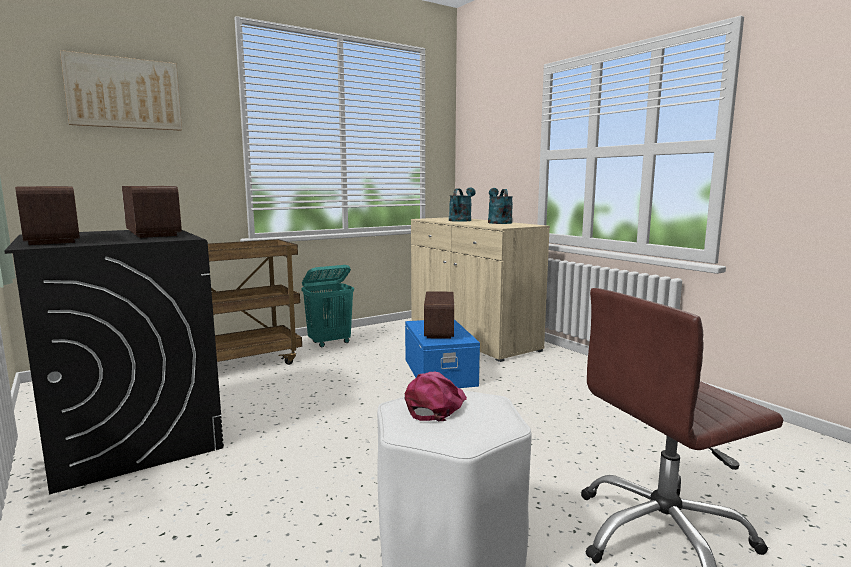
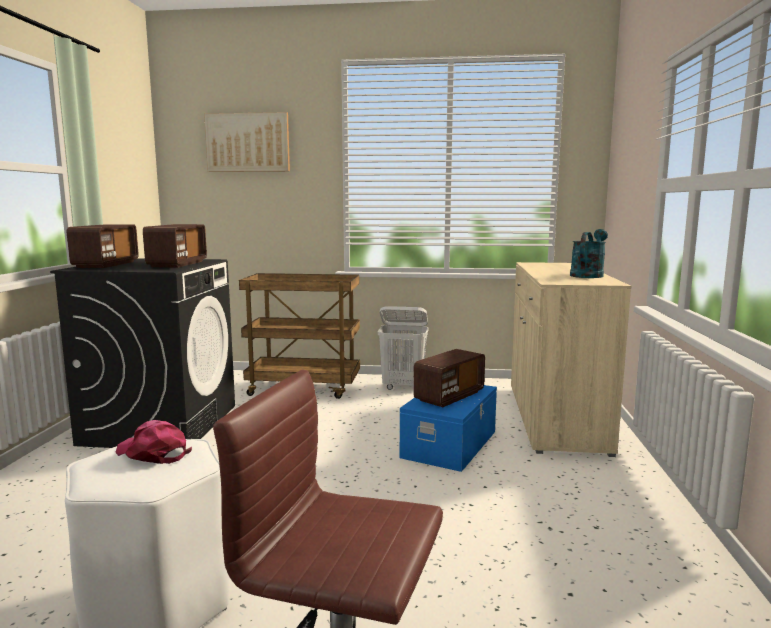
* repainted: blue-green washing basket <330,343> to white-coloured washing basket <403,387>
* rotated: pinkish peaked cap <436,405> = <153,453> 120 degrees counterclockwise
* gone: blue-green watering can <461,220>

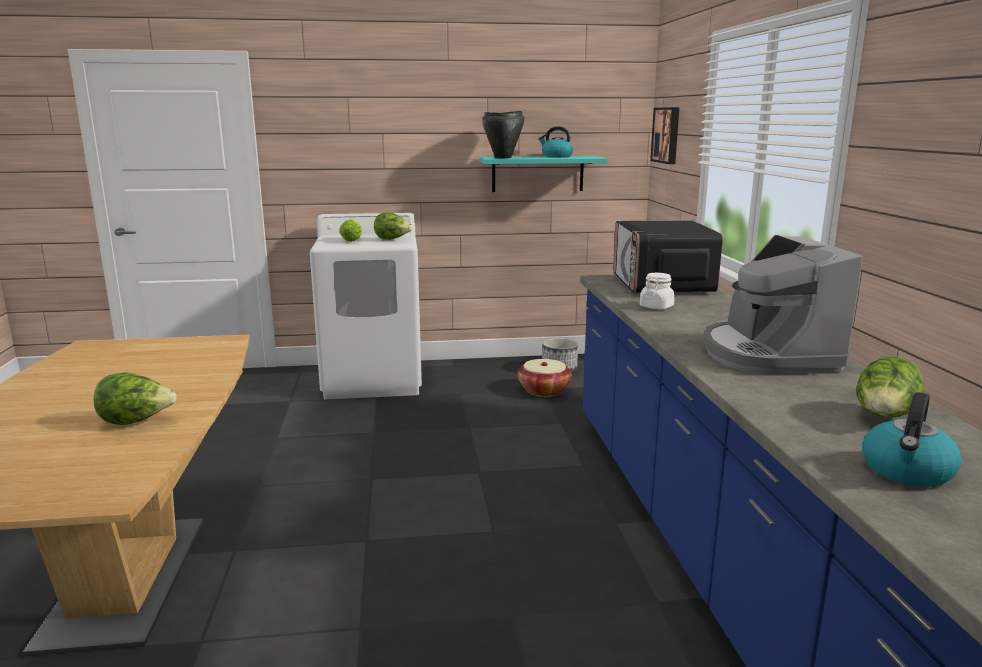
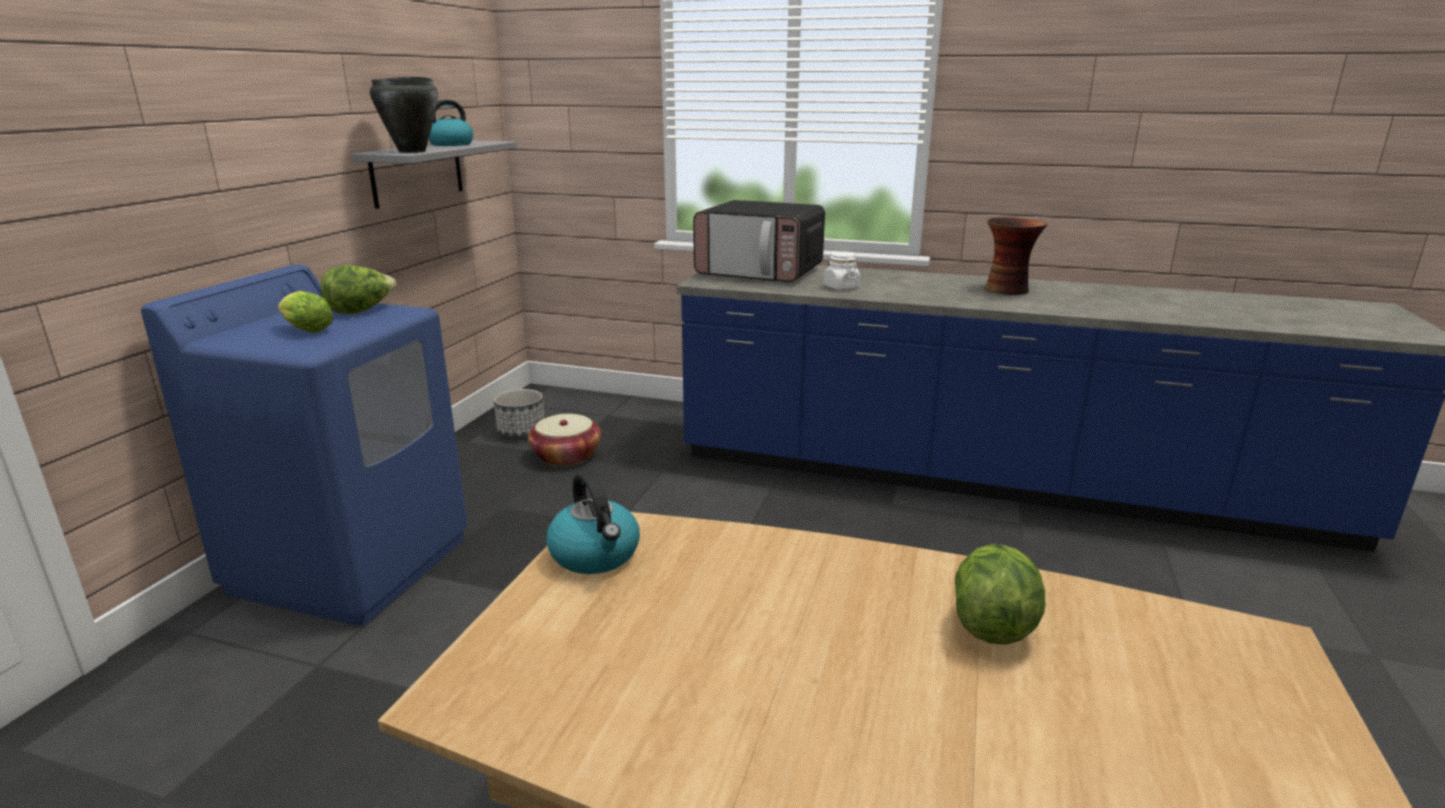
* repainted: white-coloured laundry machine <374,380> to blue-coloured laundry machine <352,563>
* repainted: blue-green bracket shelf <537,174> to gray bracket shelf <417,173>
* gone: wall picture <667,135>
* swapped: coffee machine <767,354> to vase <1008,290>
* gone: lettuce head <884,418>
* shifted: water kettle <907,471> to <596,555>

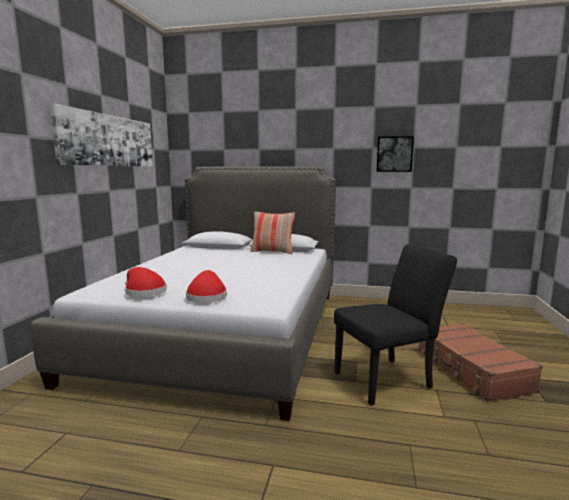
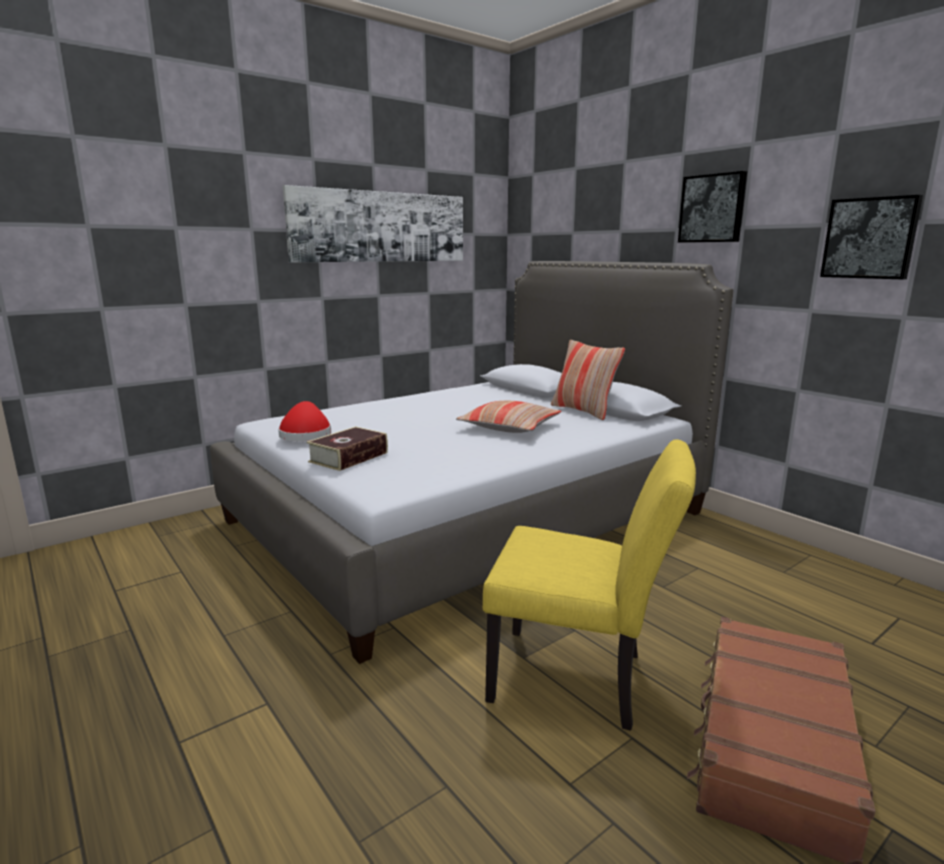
* swapped: red-coloured hat <207,296> to volume <349,457>
* repainted: black upright chair <389,379> to yellow upright chair <580,679>
* new: cushion <509,427>
* new: wall picture <712,208>

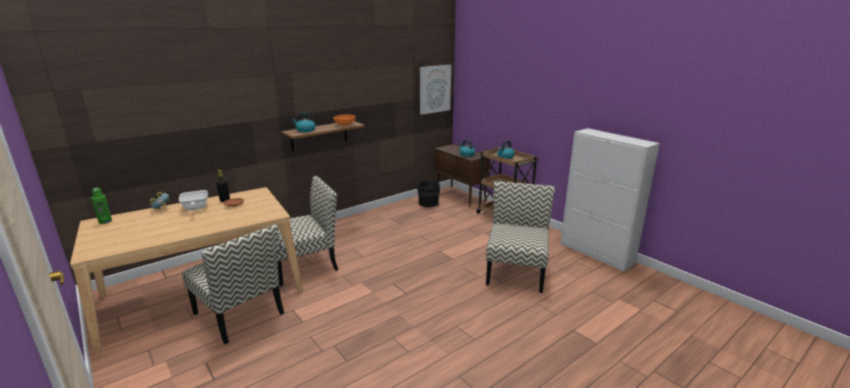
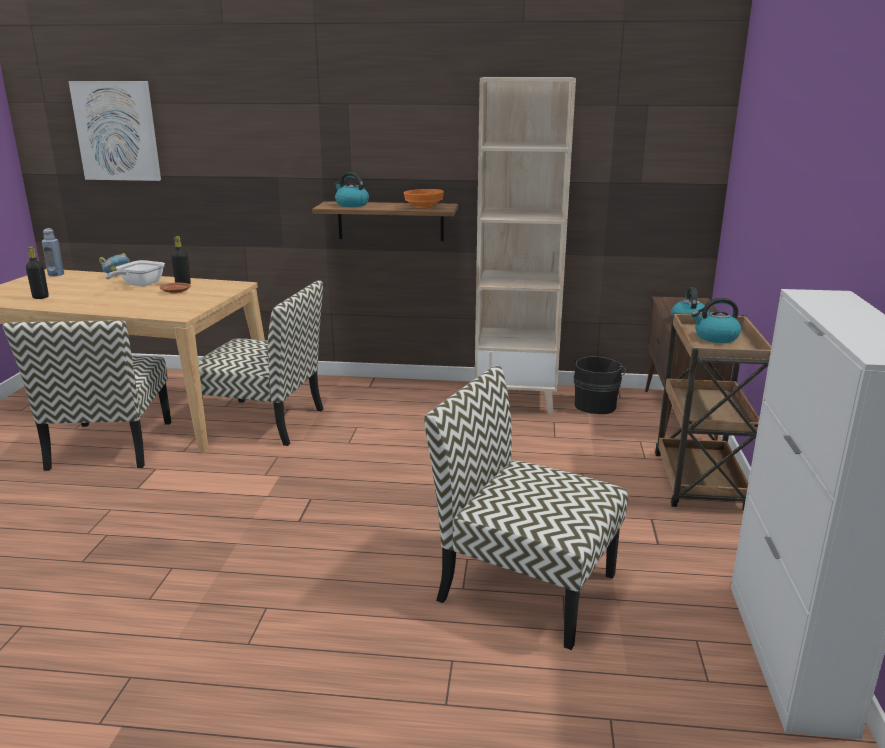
* repainted: greenish drink bottle <105,221> to blue-coloured drink bottle <56,274>
* shifted: wall picture <434,89> to <117,131>
* rotated: upright chair <515,272> = <524,586> 120 degrees counterclockwise
* new: black drink bottle <40,297>
* new: sand-coloured bookshelf <516,399>

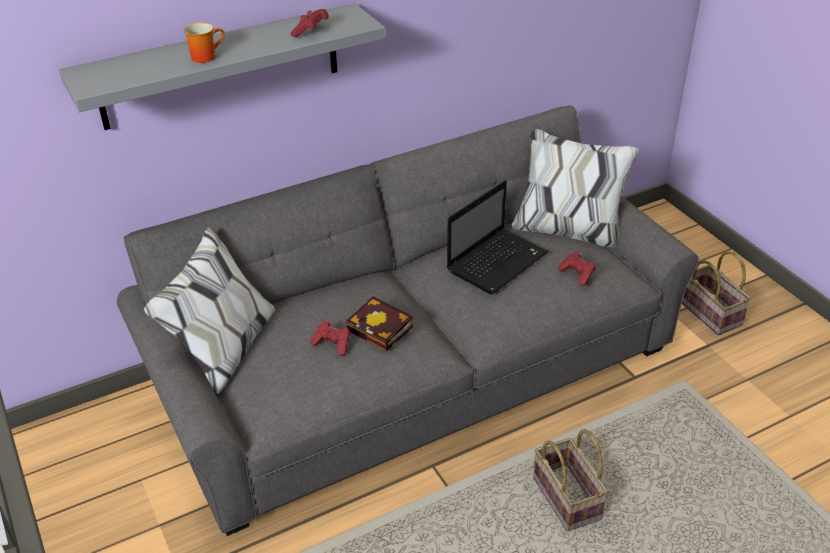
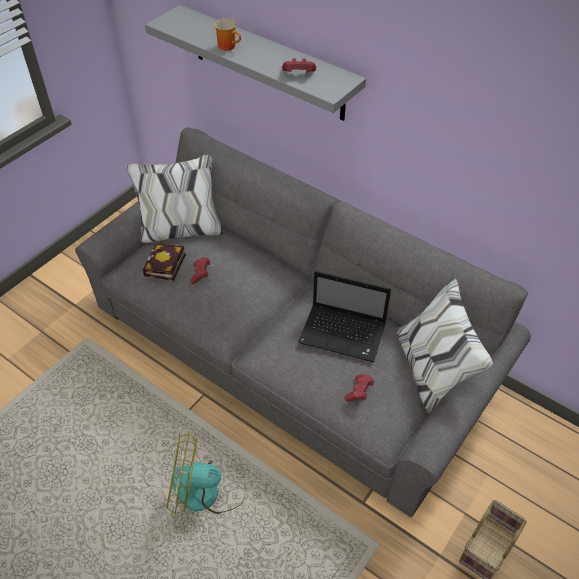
* shifted: volume <382,329> to <165,266>
* swapped: basket <569,499> to cooling fan <207,489>

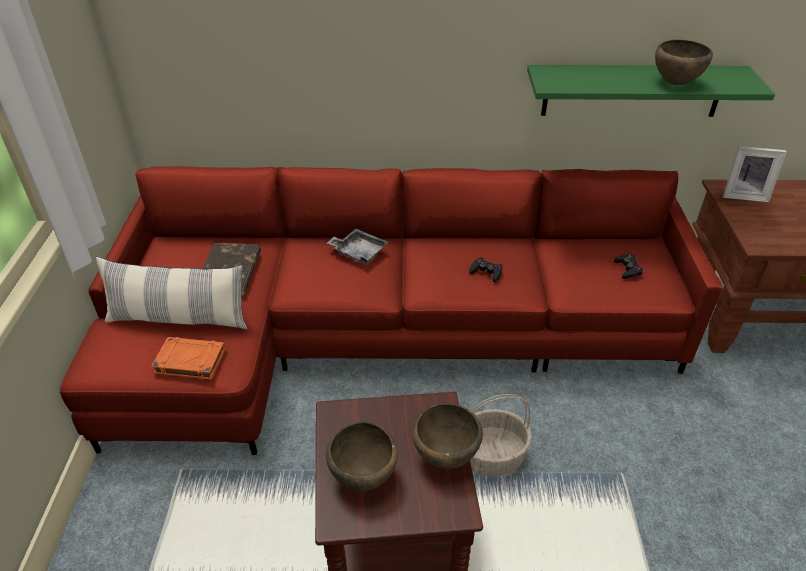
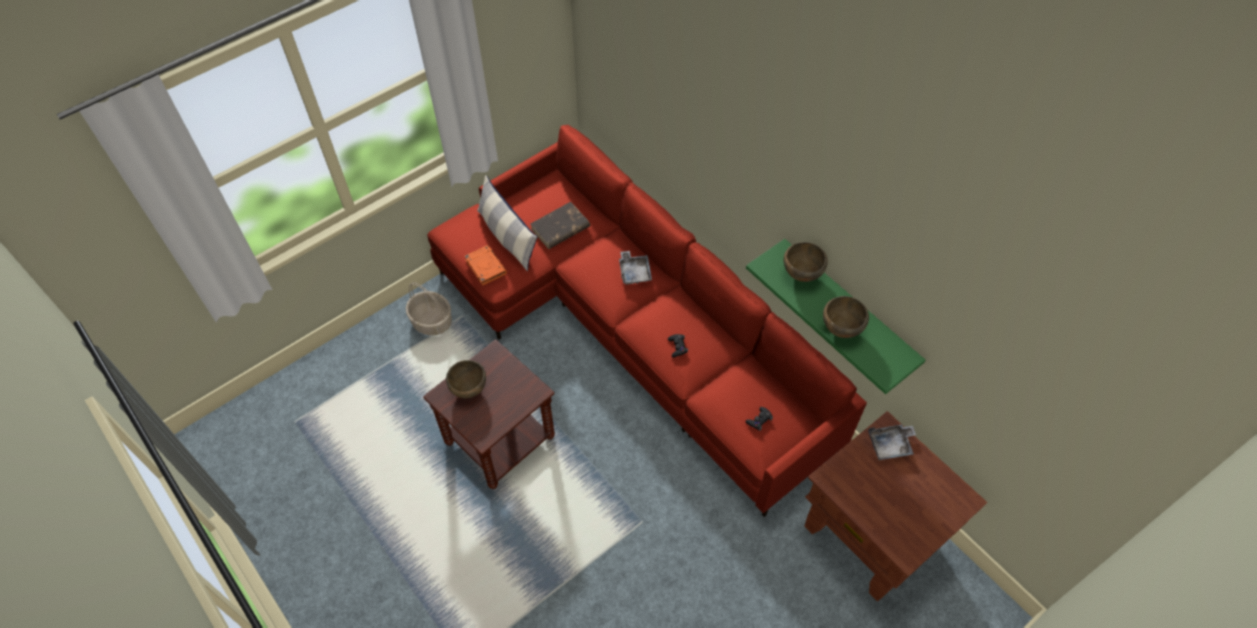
* shifted: brown-coloured deep dish <445,457> to <801,275>
* shifted: basket <492,455> to <432,321>
* swapped: photo frame <744,195> to gray tray <890,445>

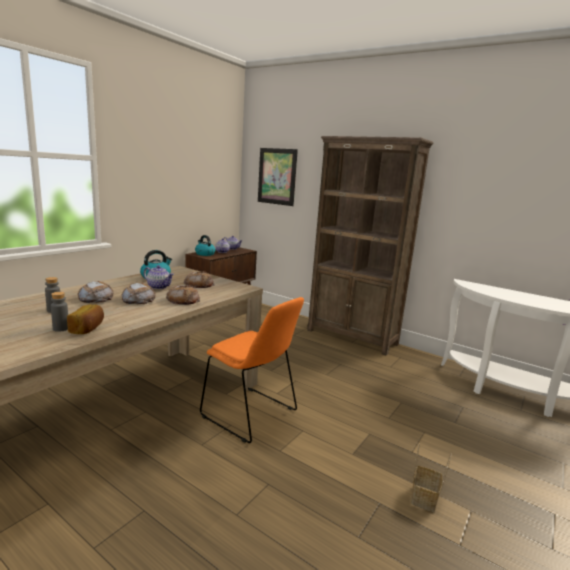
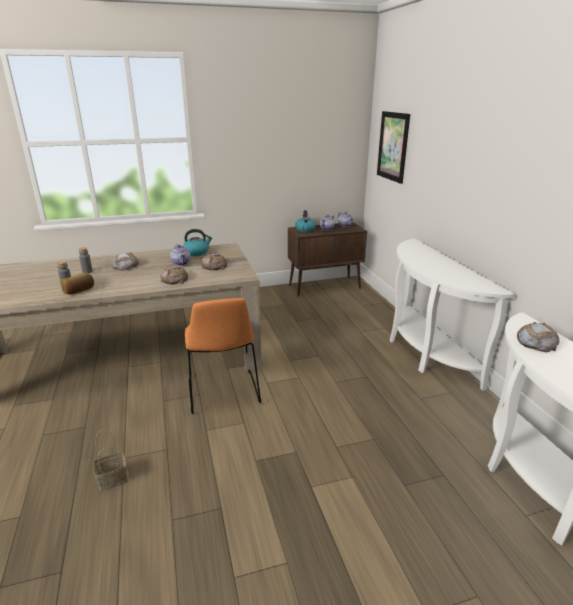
* shifted: baked bread <138,299> to <536,342>
* swapped: brown-coloured bookshelf <352,337> to white-coloured hall table <424,352>
* shifted: basket <424,499> to <112,480>

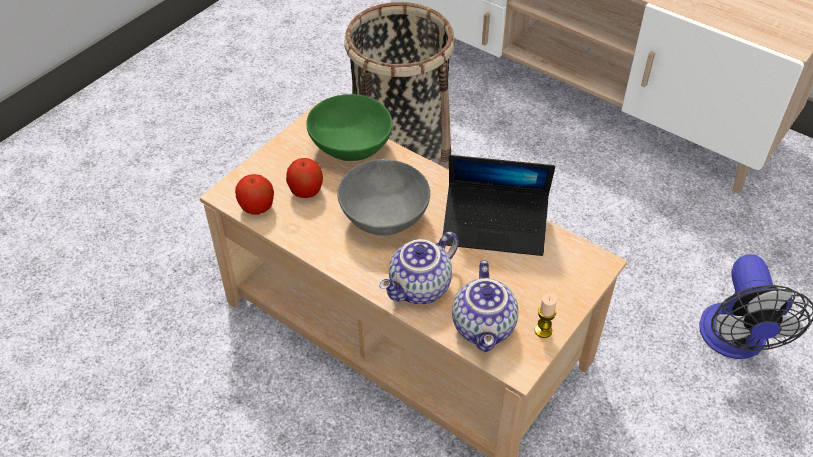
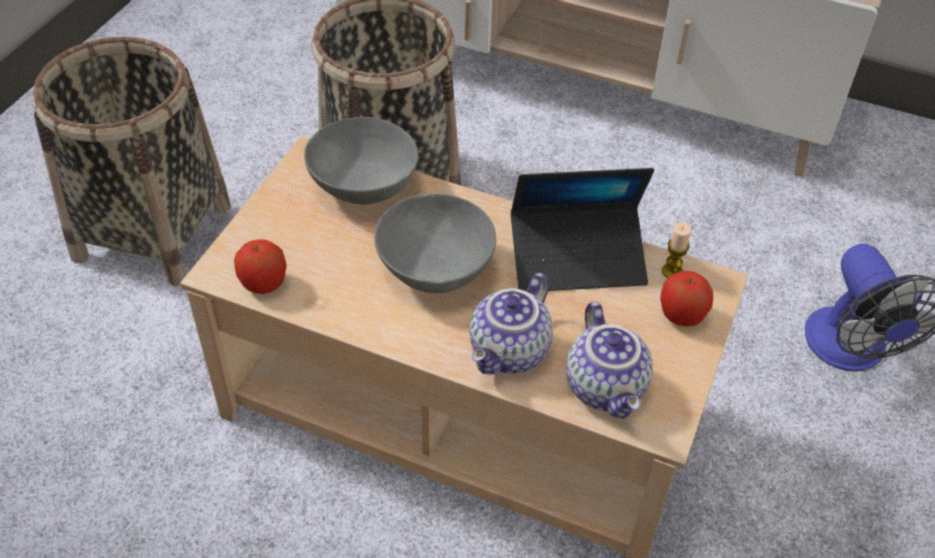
* shifted: apple <306,191> to <681,315>
* repainted: greenish deep dish <351,147> to gray deep dish <363,186>
* shifted: candle <543,330> to <672,271>
* new: basket <152,232>

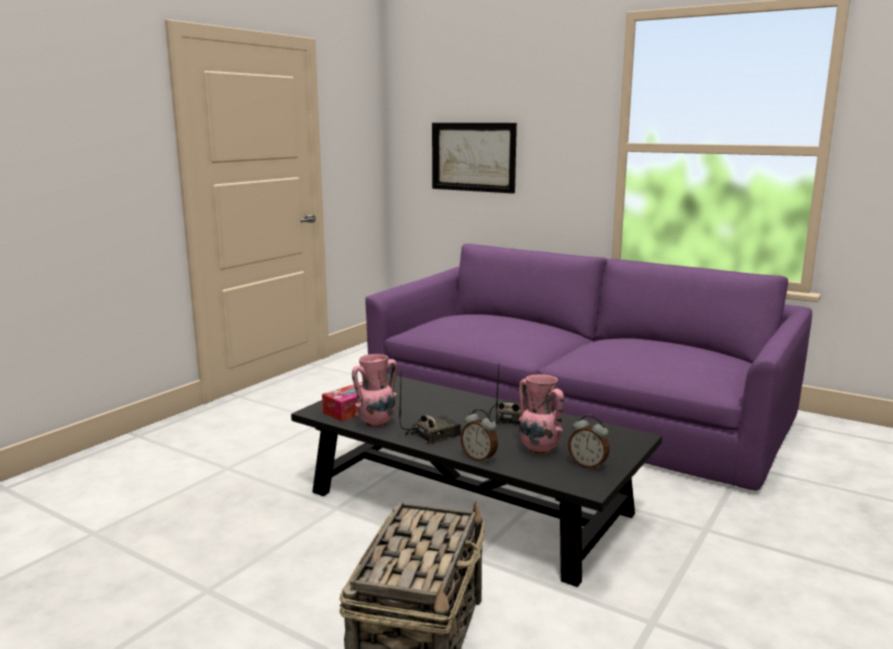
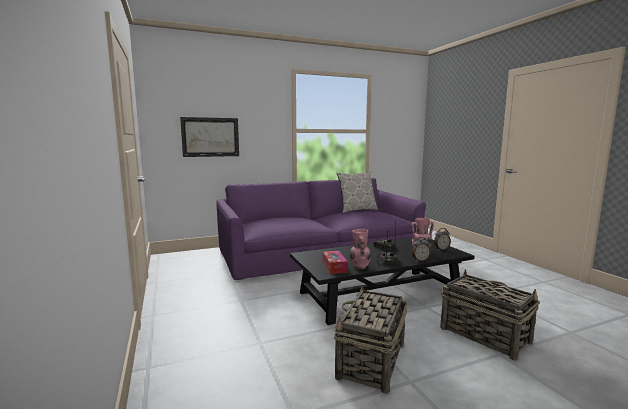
* new: basket <371,361>
* new: cushion <356,210>

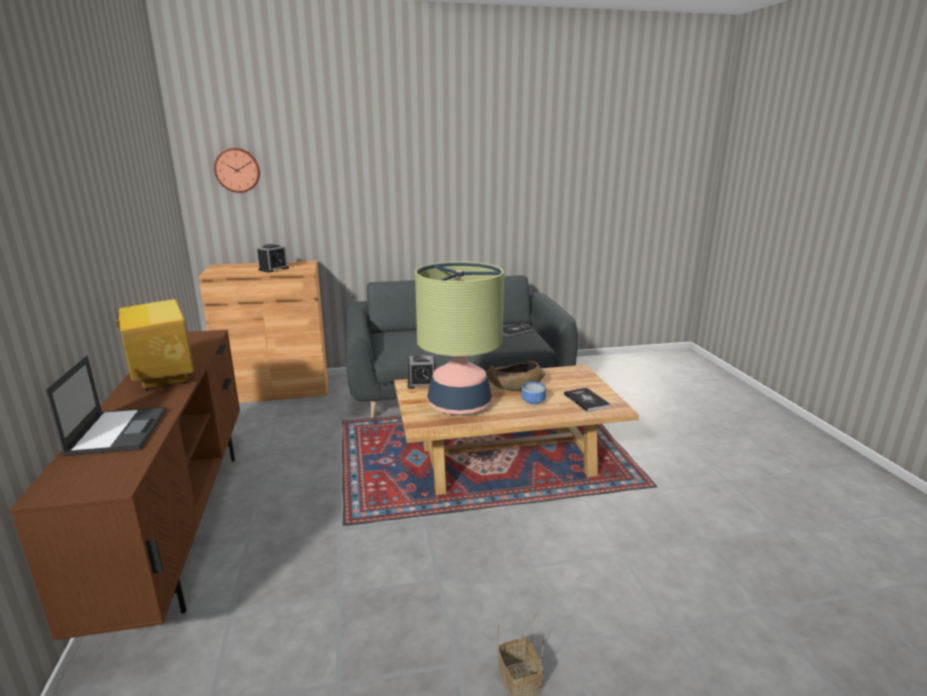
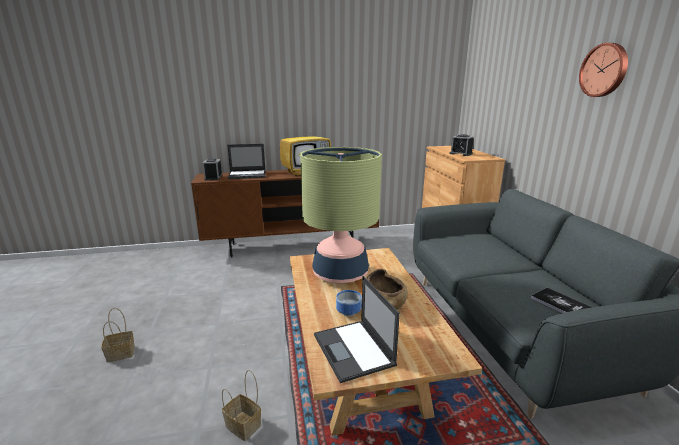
* shifted: clock on the wall <237,170> to <604,70>
* shifted: bedside clock <422,383> to <213,178>
* swapped: volume <586,400> to portable computer <354,350>
* new: basket <244,425>

